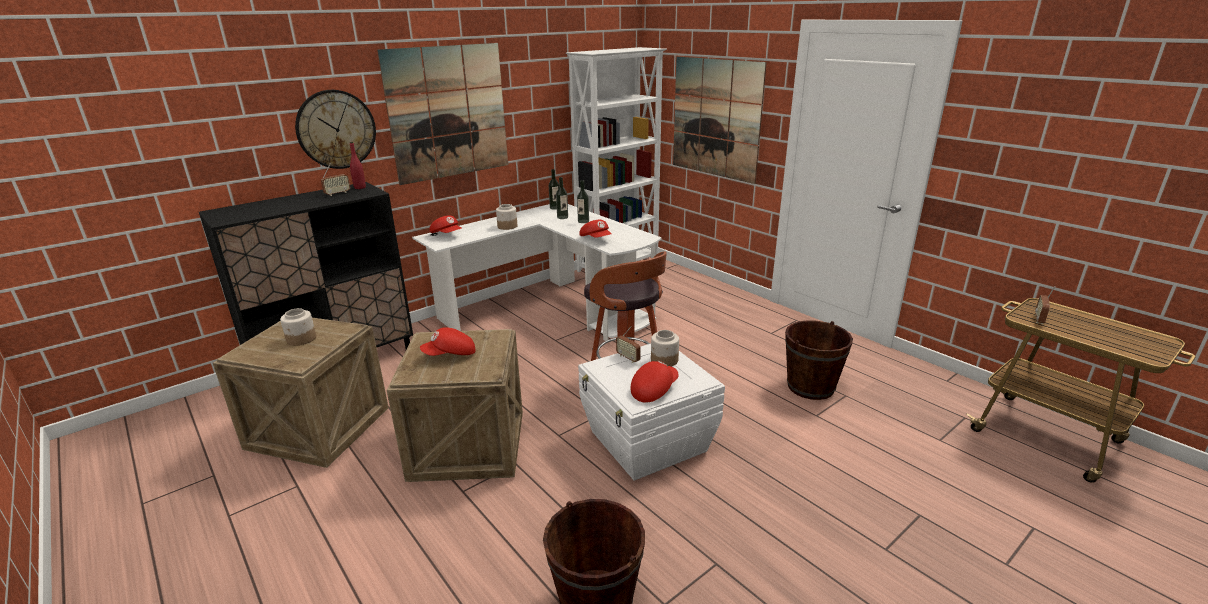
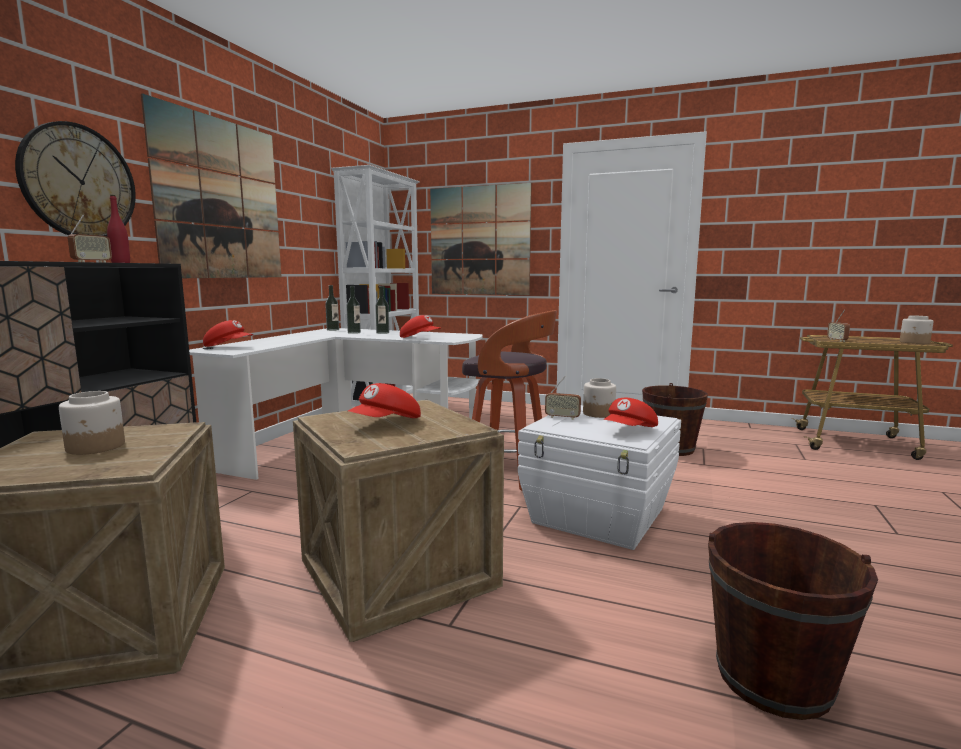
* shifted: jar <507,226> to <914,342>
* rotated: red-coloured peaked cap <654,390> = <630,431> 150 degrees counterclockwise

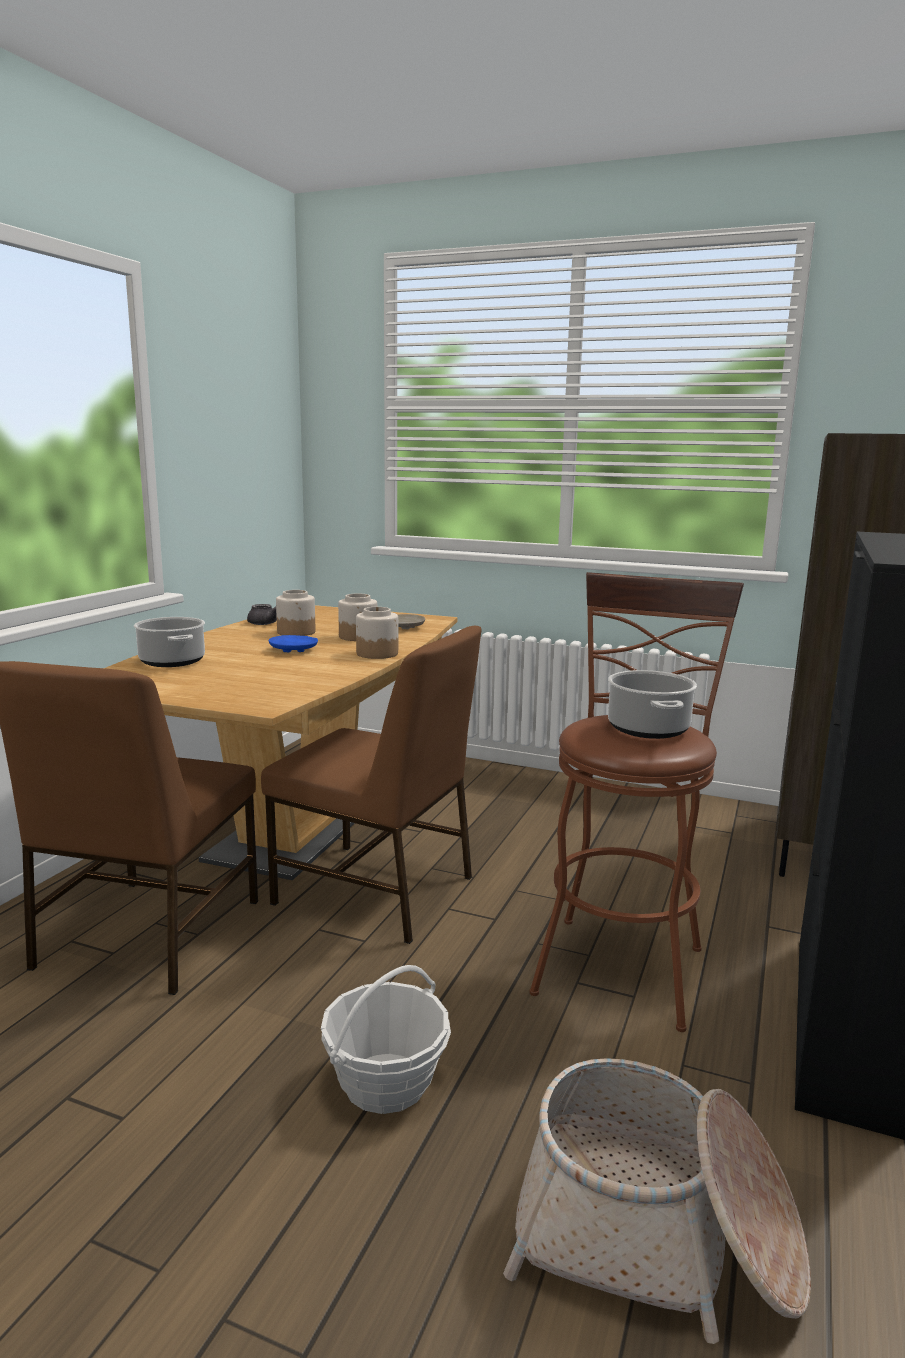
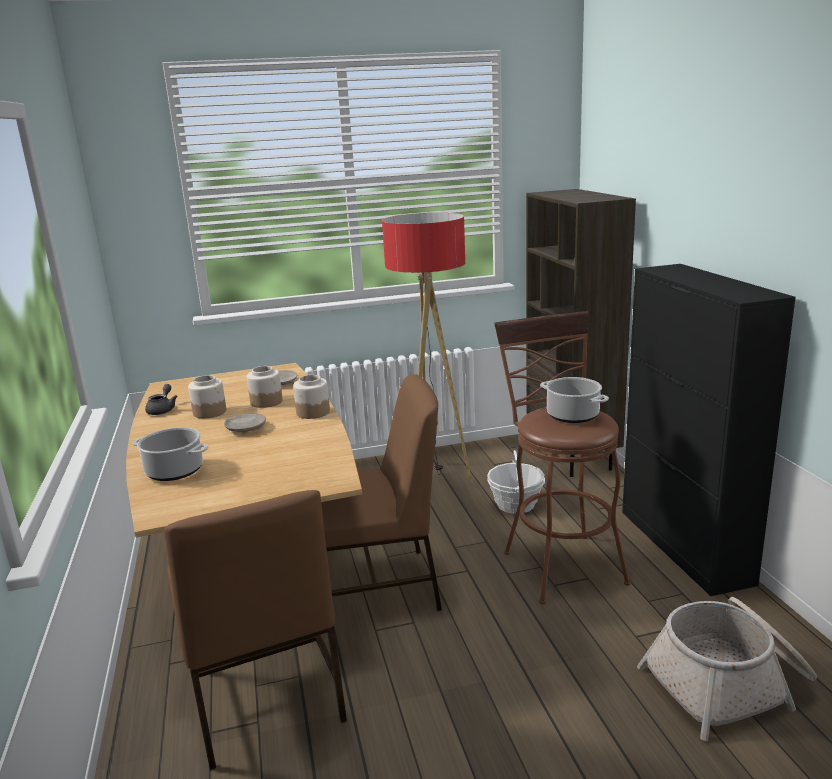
* repainted: blue-coloured dinner plate <294,650> to sand-coloured dinner plate <246,428>
* shifted: basket <386,1083> to <515,504>
* new: standard lamp <435,479>

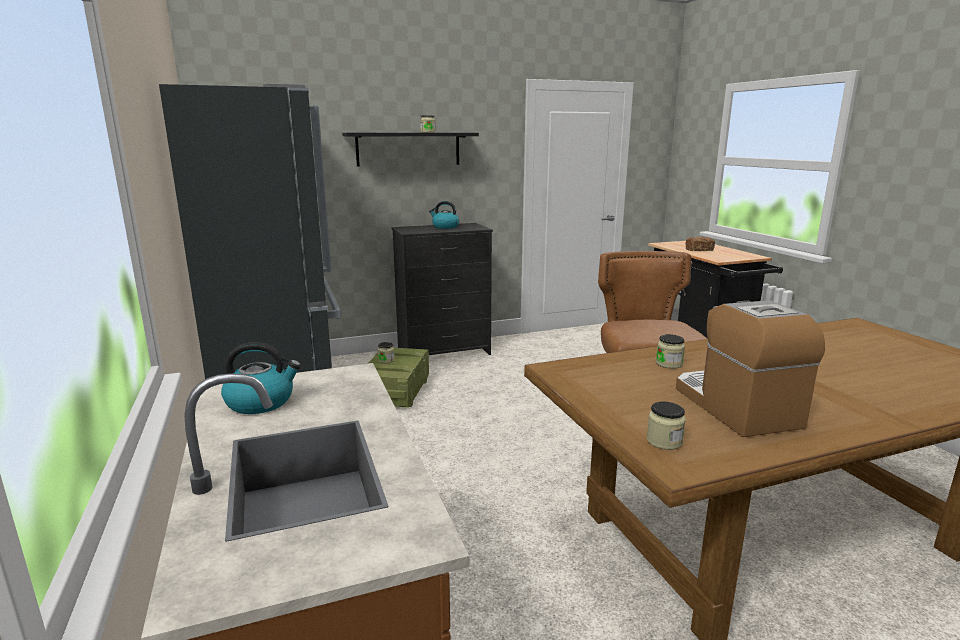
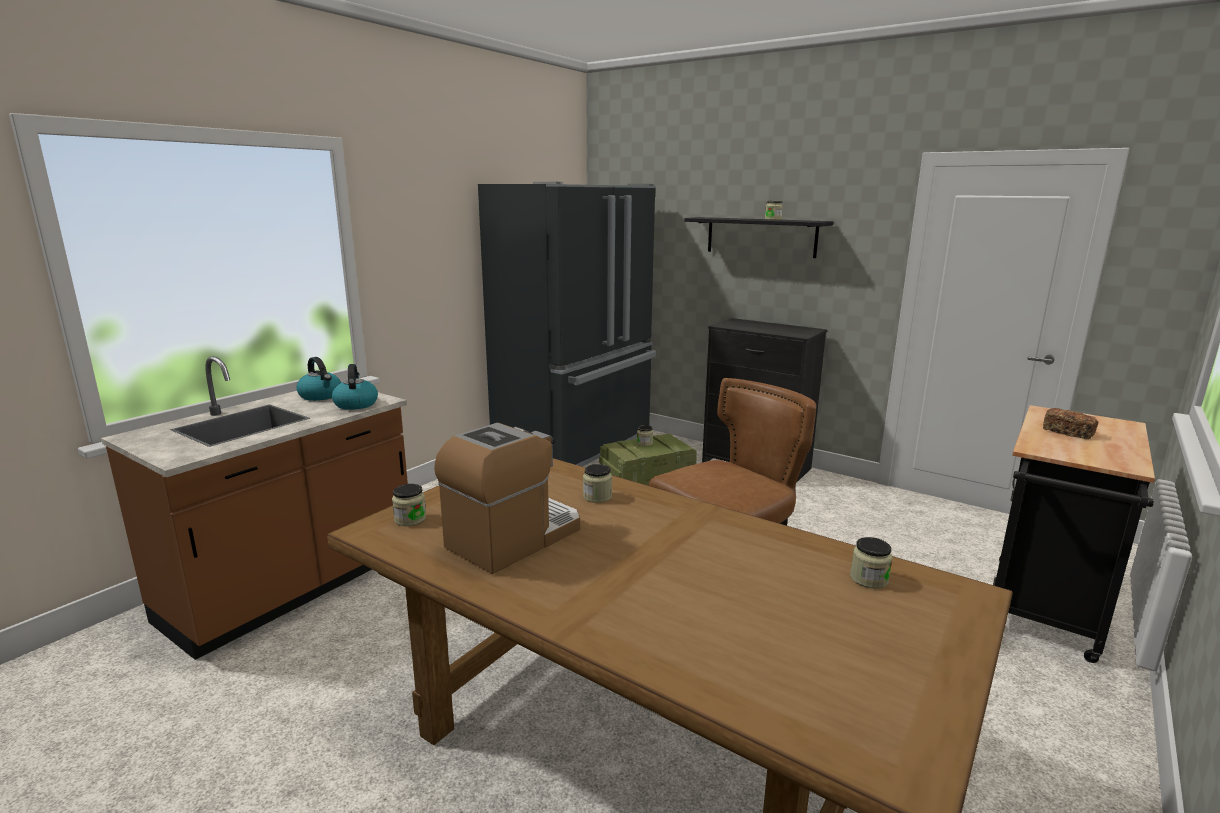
* shifted: water kettle <445,227> to <355,404>
* new: jar <869,579>

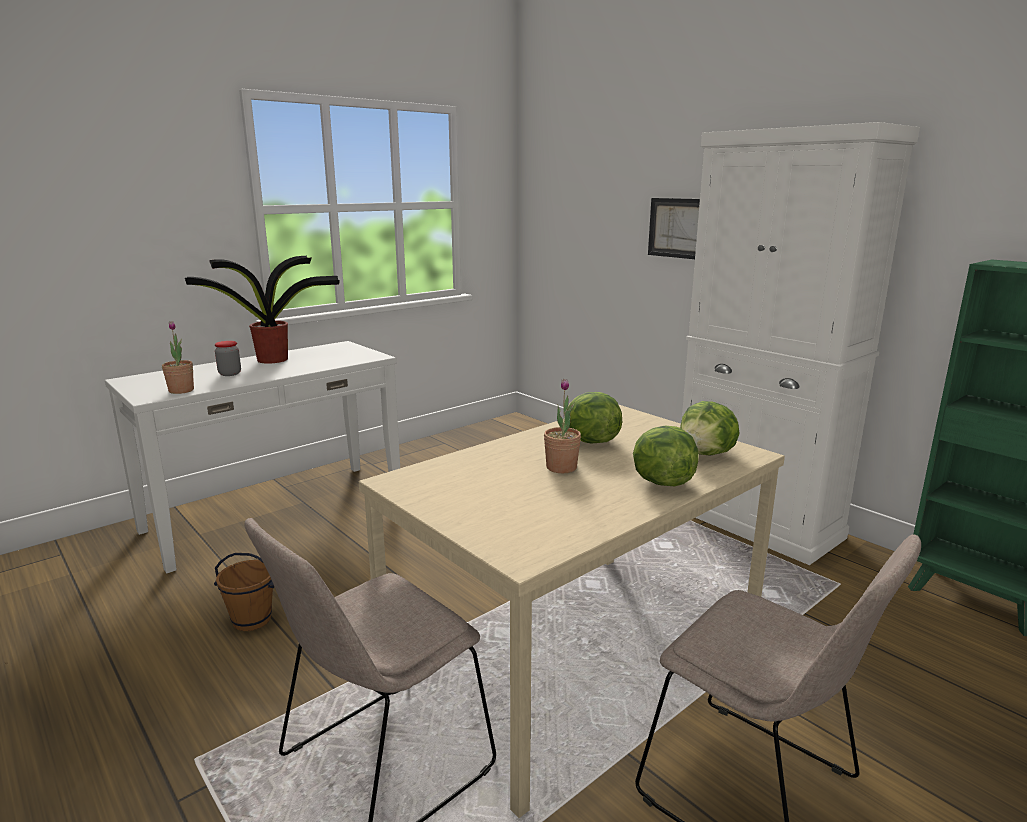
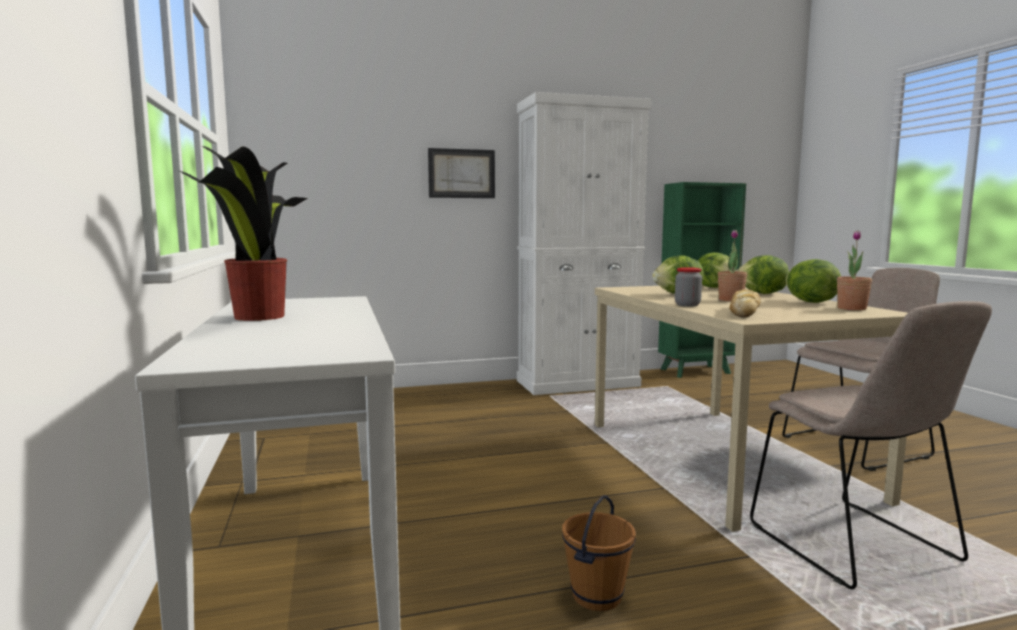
* shifted: plant in a pot <181,390> to <851,308>
* shifted: jar <230,374> to <687,305>
* new: baked bread <744,311>
* new: lettuce head <809,302>

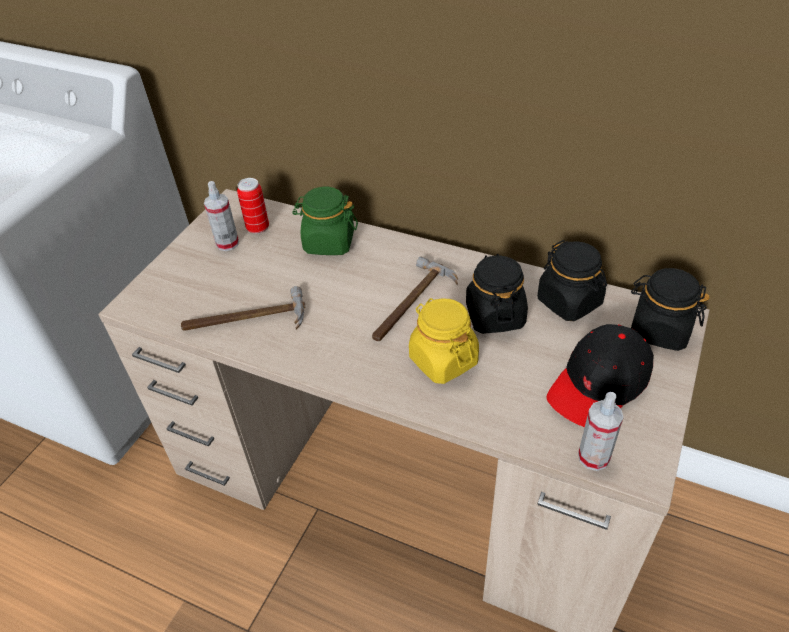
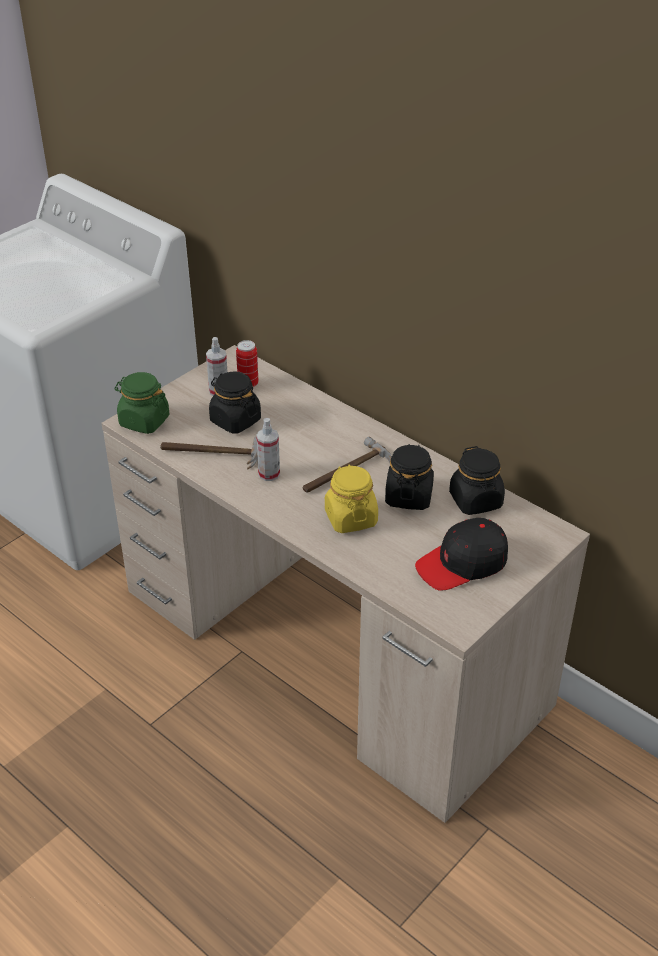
* shifted: greenish jar <328,242> to <144,421>
* shifted: spray bottle <593,457> to <269,474>
* shifted: black jar <659,330> to <235,420>

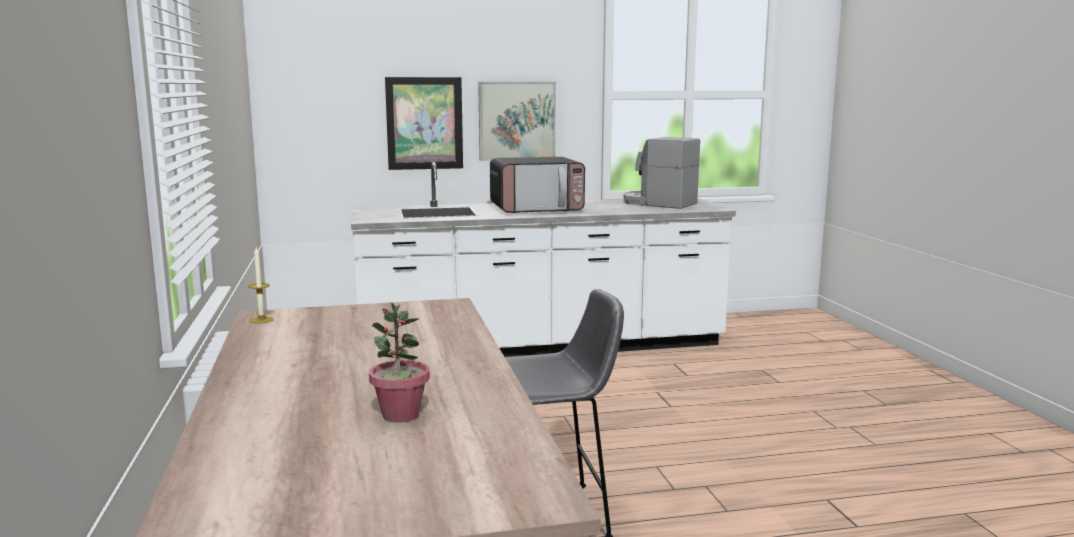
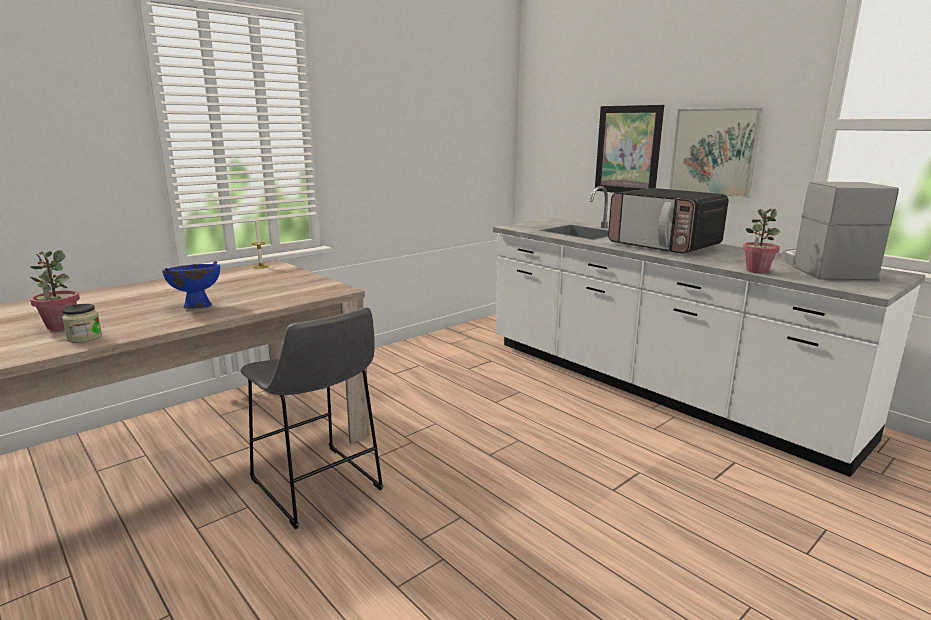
* new: jar <84,338>
* new: blue-coloured deep dish <196,307>
* new: plant in a pot <756,271>

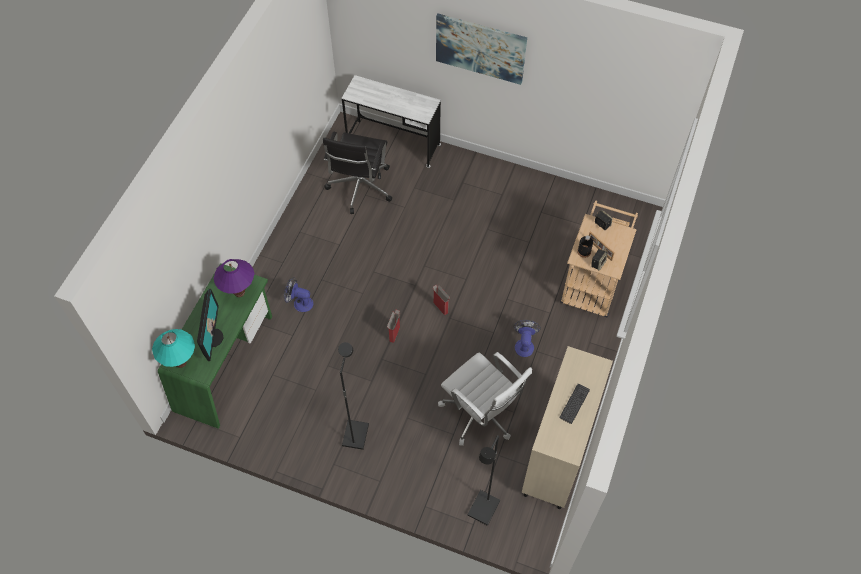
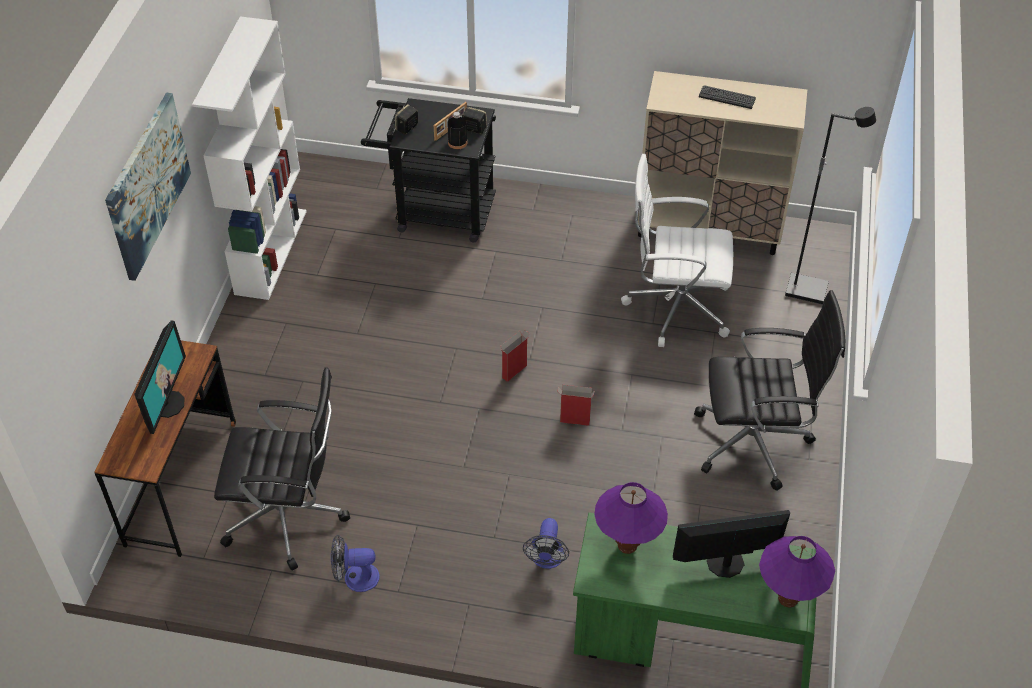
* repainted: blue-green lamp for a table <181,363> to purple lamp for a table <788,599>
* swapped: black standard lamp <355,434> to black computer chair <755,442>
* repainted: white-coloured desk <393,144> to brown-coloured desk <181,483>
* rotated: white-coloured computer chair <481,414> = <675,307> 120 degrees counterclockwise
* shifted: cooling fan <524,344> to <355,578>
* repainted: sand-coloured trolley <592,282> to black trolley <435,212>
* new: computer display <168,404>
* new: white-coloured bookshelf <270,251>

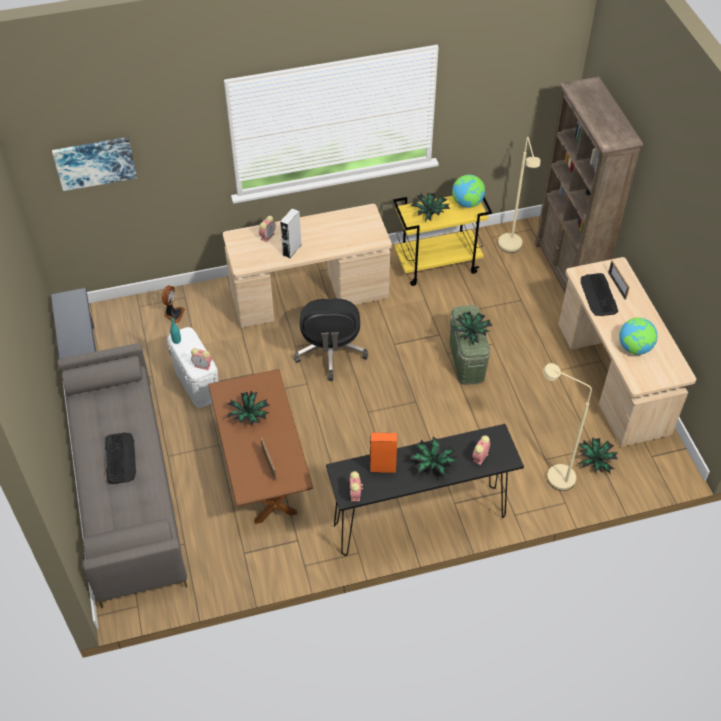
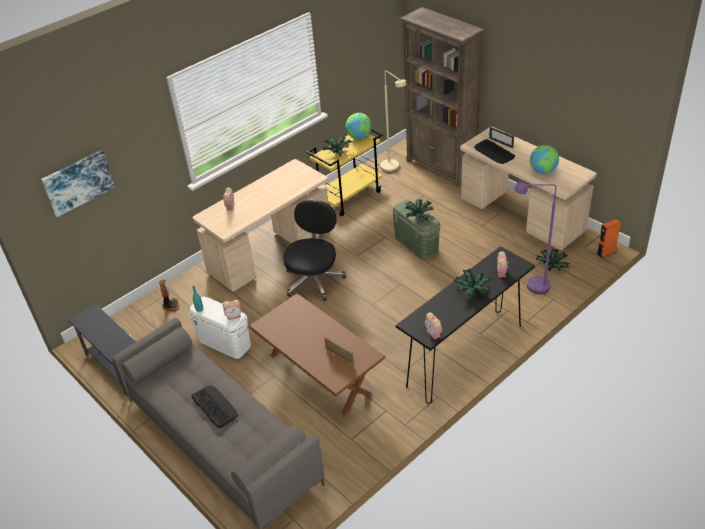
* gone: plant in a pot <249,416>
* gone: gray audio speaker <292,250>
* rotated: black computer chair <330,352> = <314,280> 135 degrees counterclockwise
* shifted: orange-coloured audio speaker <383,468> to <606,253>
* repainted: sand-coloured standard lamp <553,475> to purple standard lamp <531,287>

